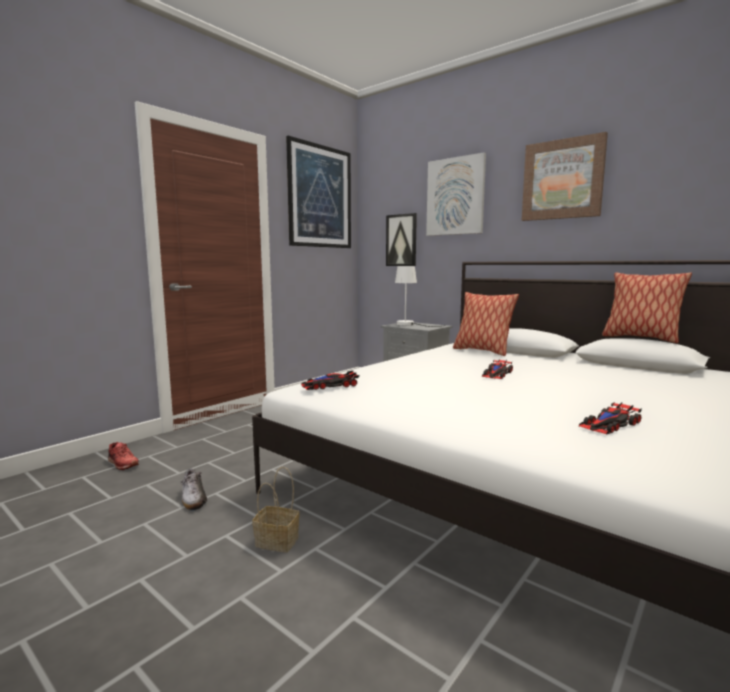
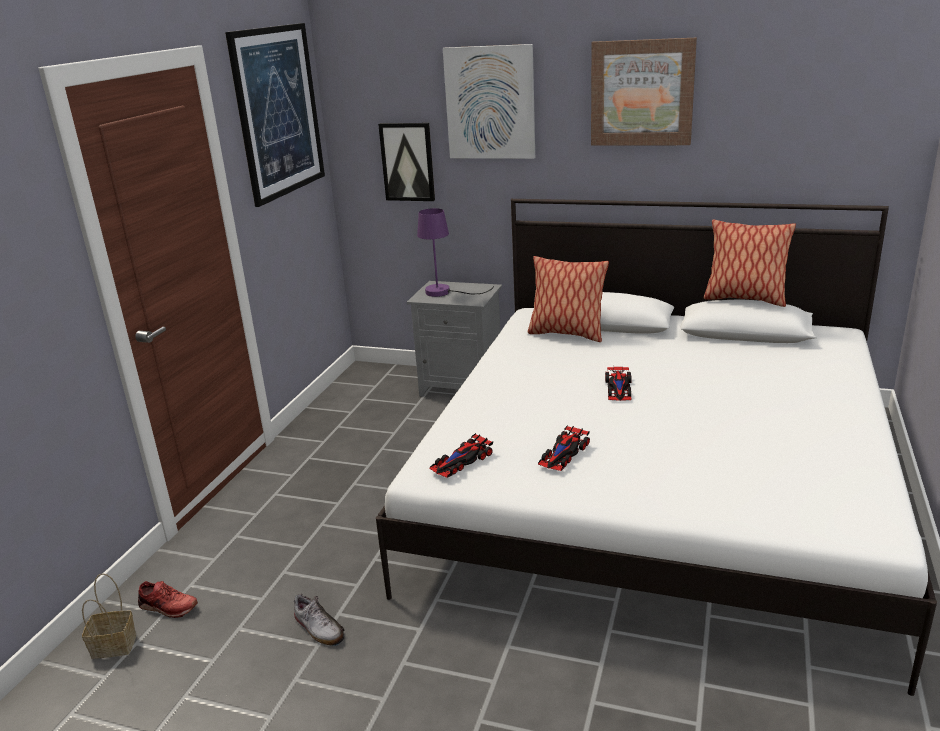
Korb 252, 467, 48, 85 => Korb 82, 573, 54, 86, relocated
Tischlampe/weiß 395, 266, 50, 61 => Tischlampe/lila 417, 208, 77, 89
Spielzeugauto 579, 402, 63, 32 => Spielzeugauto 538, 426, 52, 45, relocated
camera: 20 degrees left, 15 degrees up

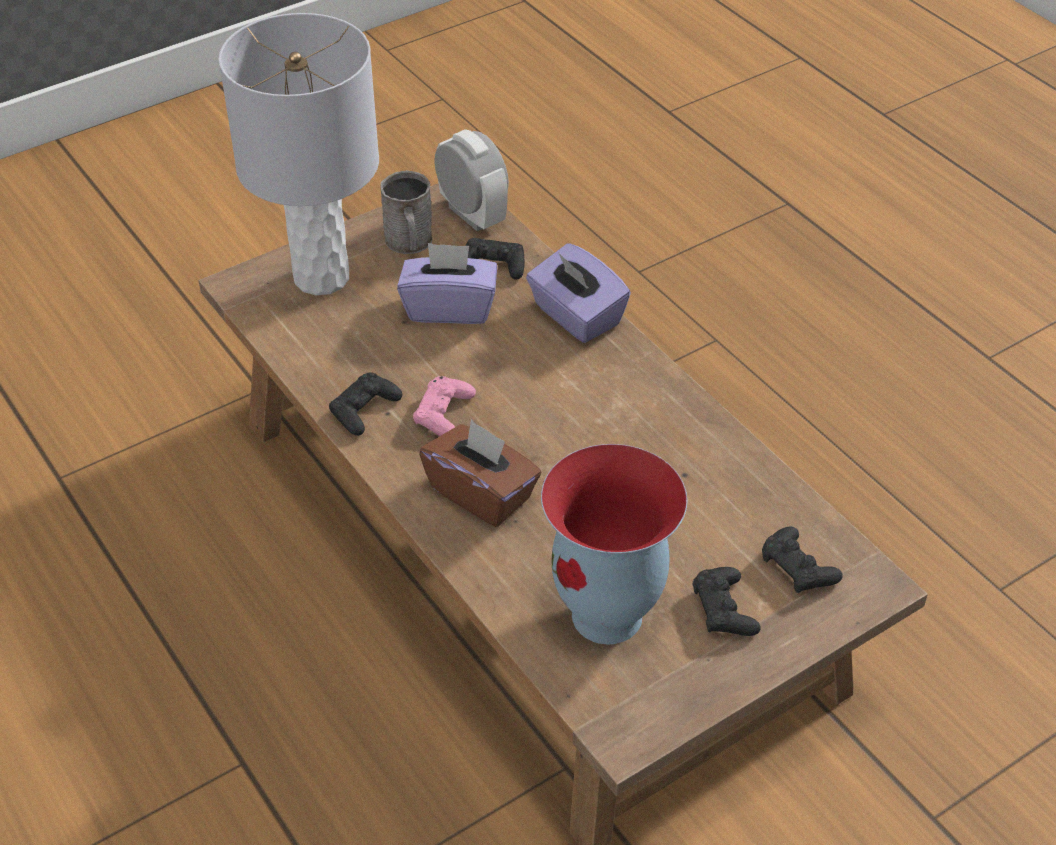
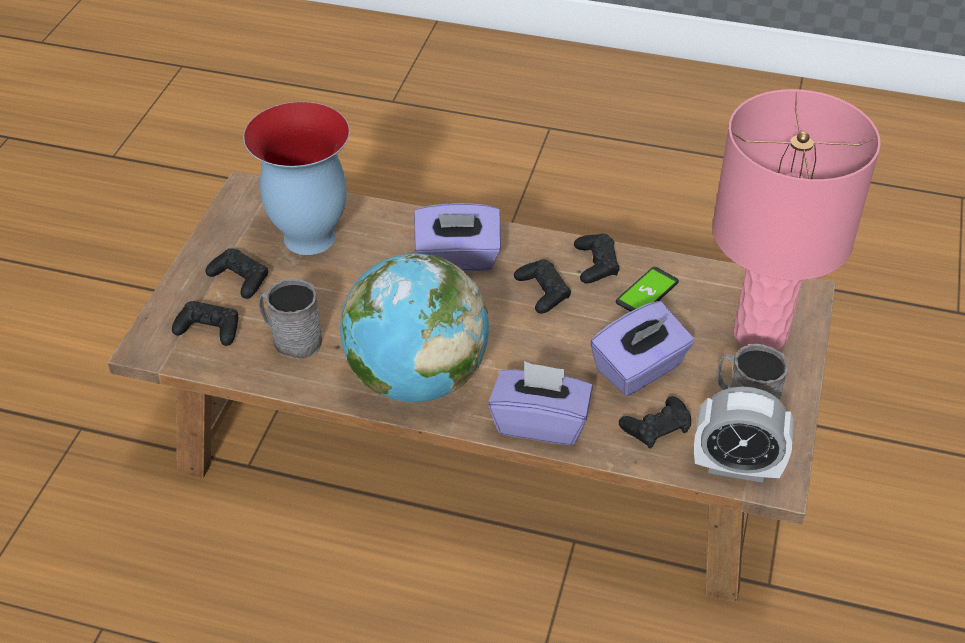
nothing => Henkelbecher/grau 259, 279, 63, 81
nothing => Globus 340, 253, 149, 149
Taschentuchbox/braun 419, 419, 122, 108 => Taschentuchbox/lila 414, 203, 87, 68
Gamepad/rosa 413, 376, 63, 60 => Gamepad/schwarz 514, 259, 57, 55
nothing => Handy 616, 267, 63, 45
Tischlampe/grau 218, 13, 161, 282 => Tischlampe/rosa 712, 89, 169, 262
camera: 140 degrees right, 0 degrees up

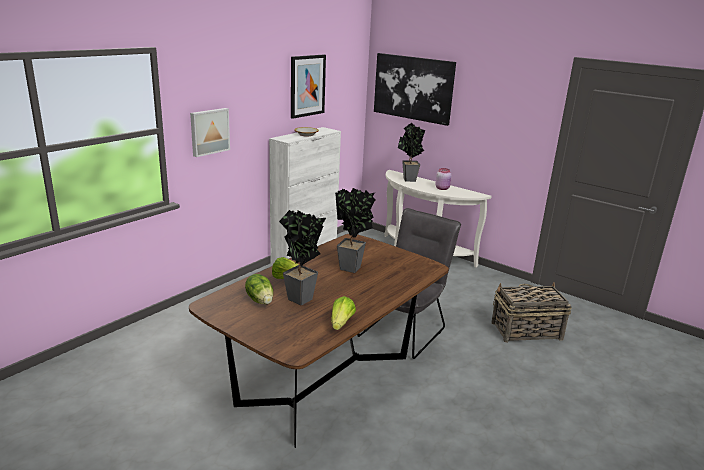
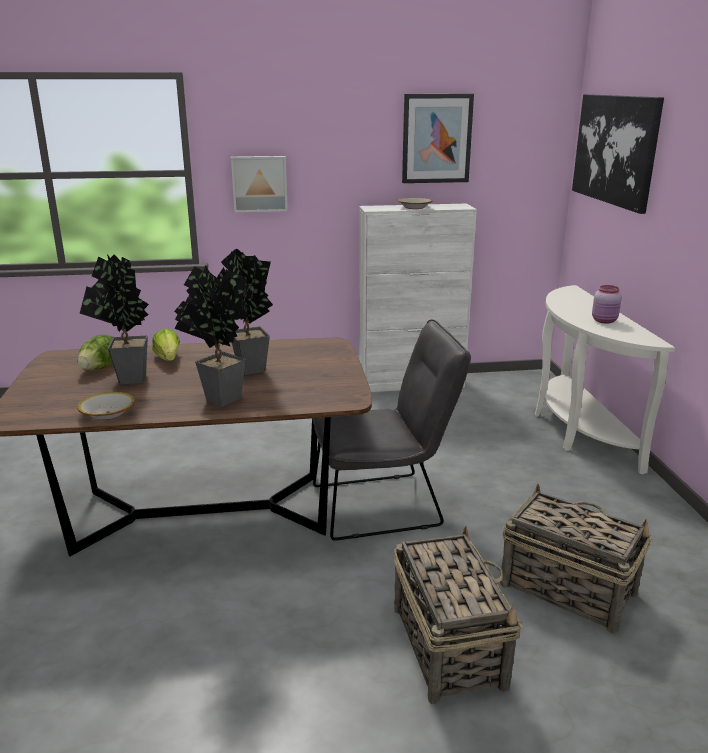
Salatkopf 331, 296, 25, 34 => Schüssel 77, 392, 58, 28
Topfpflanze 398, 123, 28, 59 => Topfpflanze 174, 266, 73, 141, relocated
nothing => Korb 394, 526, 128, 178
camera: 45 degrees right, 0 degrees up

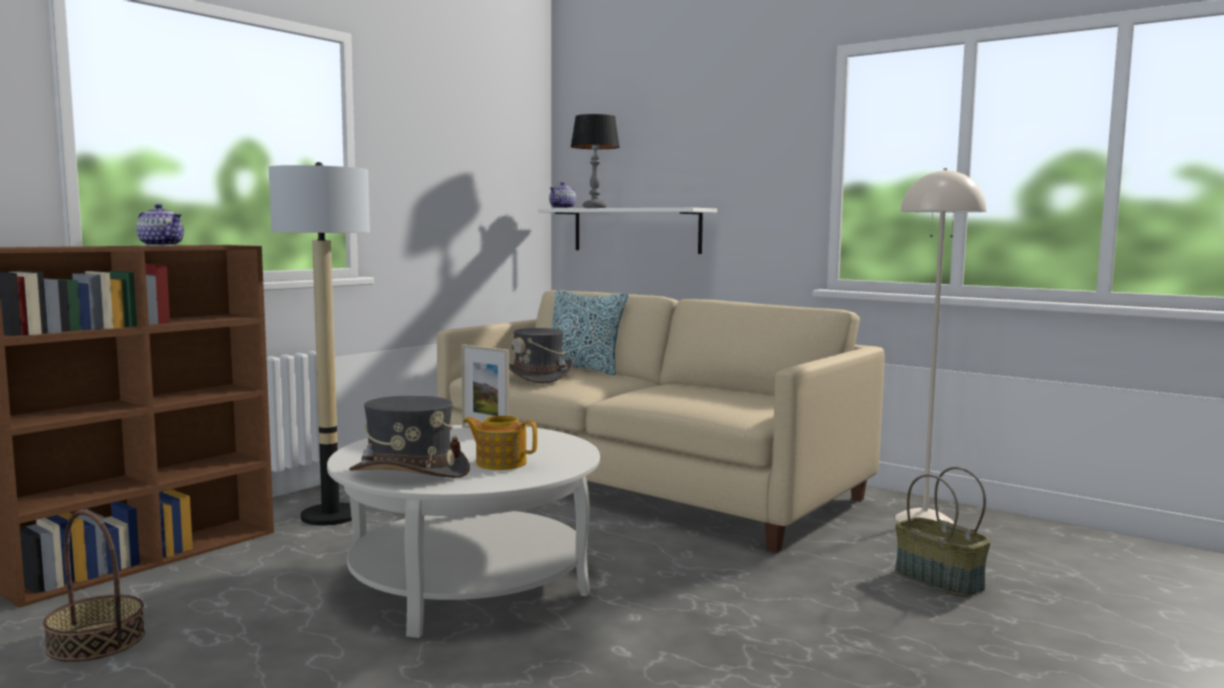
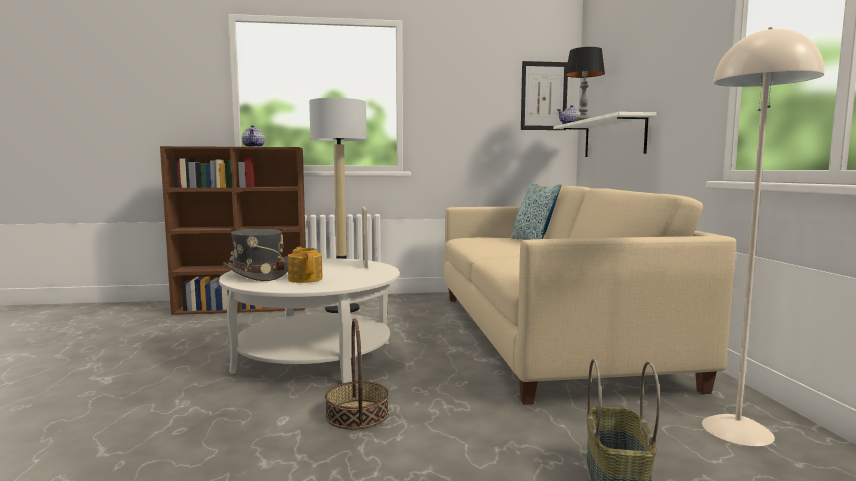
Korb 43, 510, 102, 152 => Korb 325, 318, 64, 111, relocated
nothing => Bild 521, 61, 47, 69
Hut/grau 509, 328, 64, 55 => nothing
camera: 45 degrees right, 0 degrees up

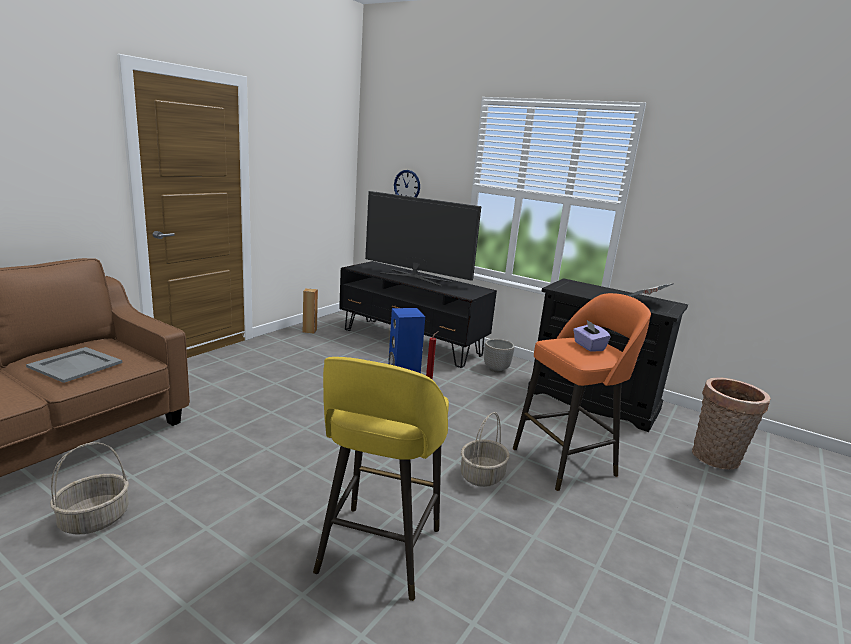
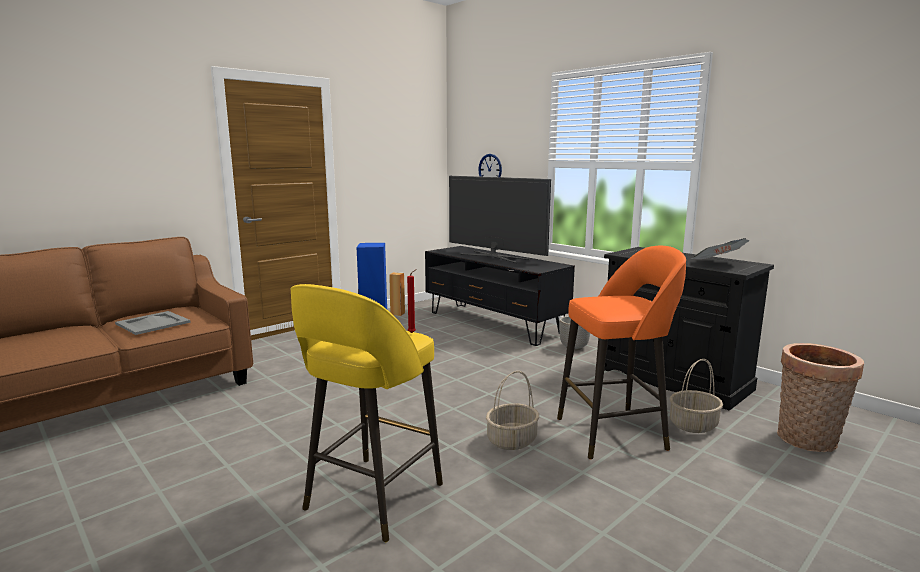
Korb 50, 442, 79, 92 => Korb 670, 359, 53, 74, relocated
Taschentuchbox/lila 573, 320, 38, 32 => nothing
camera: 15 degrees right, 5 degrees down

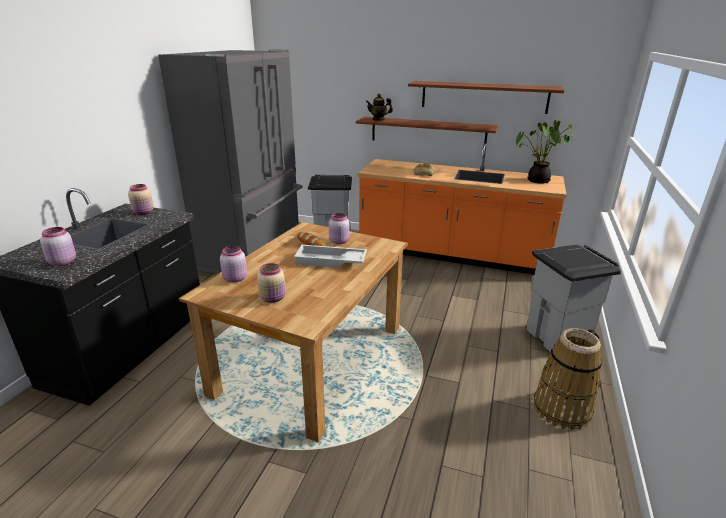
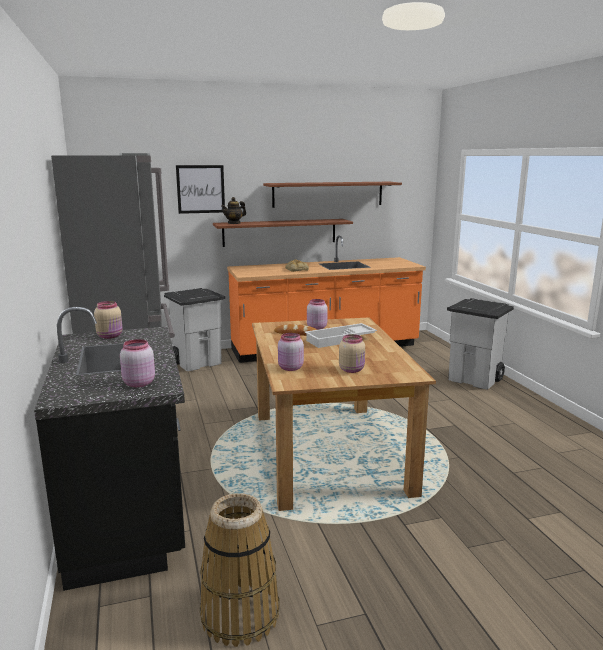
nothing => Bild 176, 165, 49, 49
Korb 534, 328, 68, 102 => Korb 200, 493, 79, 154, relocated
Topfpflanze 516, 120, 58, 64 => nothing
camera: 35 degrees left, 10 degrees down

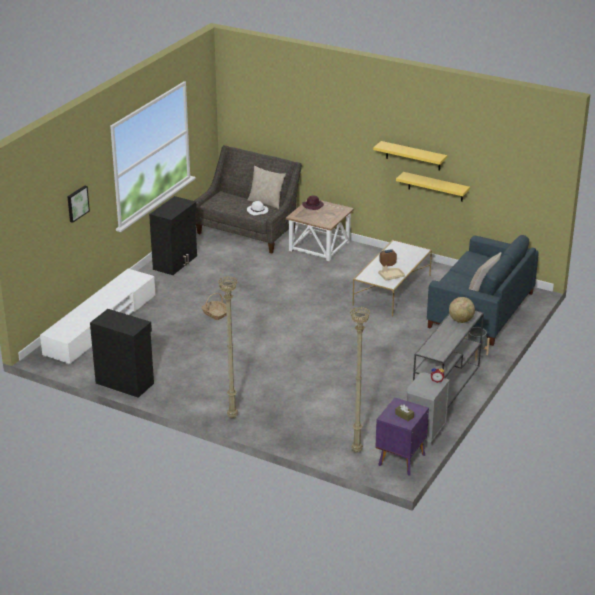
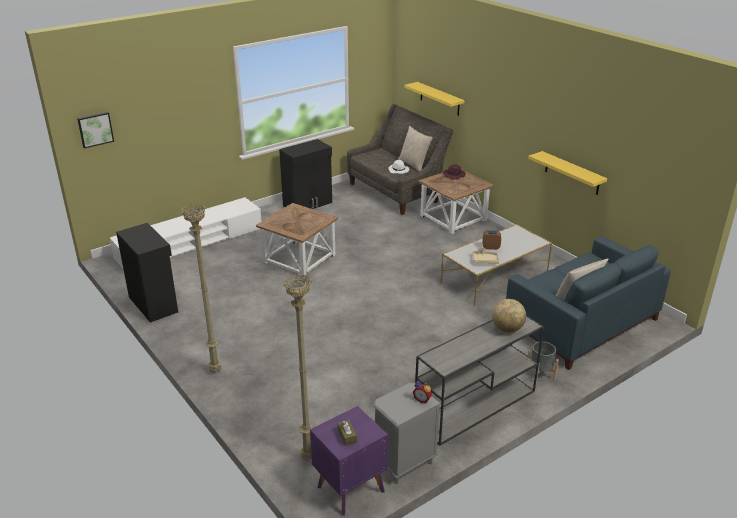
Bild 67, 185, 23, 38 => Bild 77, 112, 37, 37, relocated
Korb 201, 293, 26, 27 => Beistelltisch/braun 256, 203, 82, 75
Wandregal/gelb 373, 141, 74, 30 => Wandregal/gelb 404, 82, 61, 34, relocated
camera: 25 degrees right, 0 degrees up

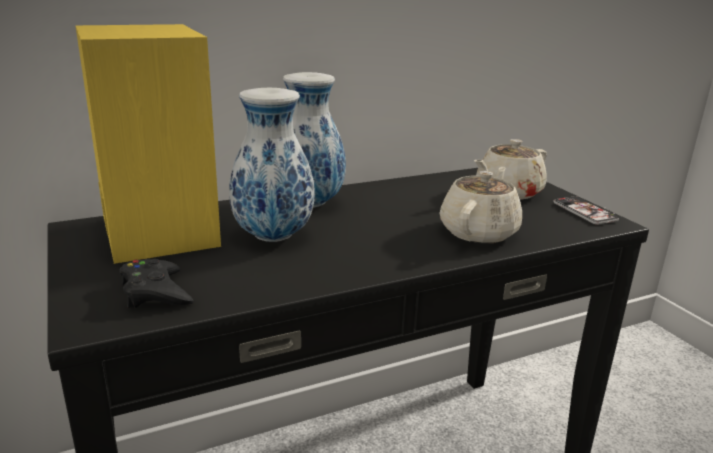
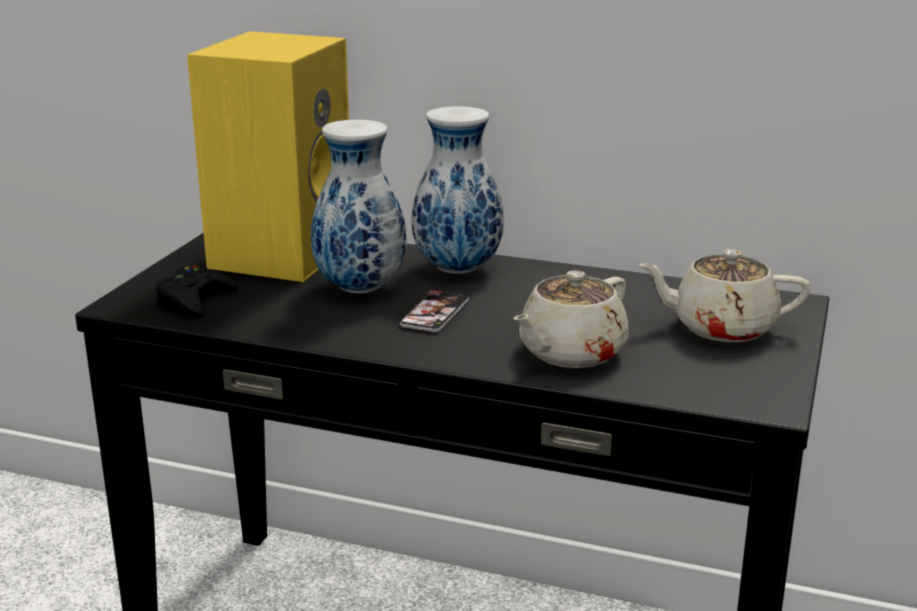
Handy 553, 196, 66, 29 => Handy 400, 290, 69, 42, relocated
Teekanne/beige 440, 167, 82, 76 => Teekanne/beige 514, 270, 115, 98, 150 degrees clockwise
camera: 45 degrees right, 0 degrees up

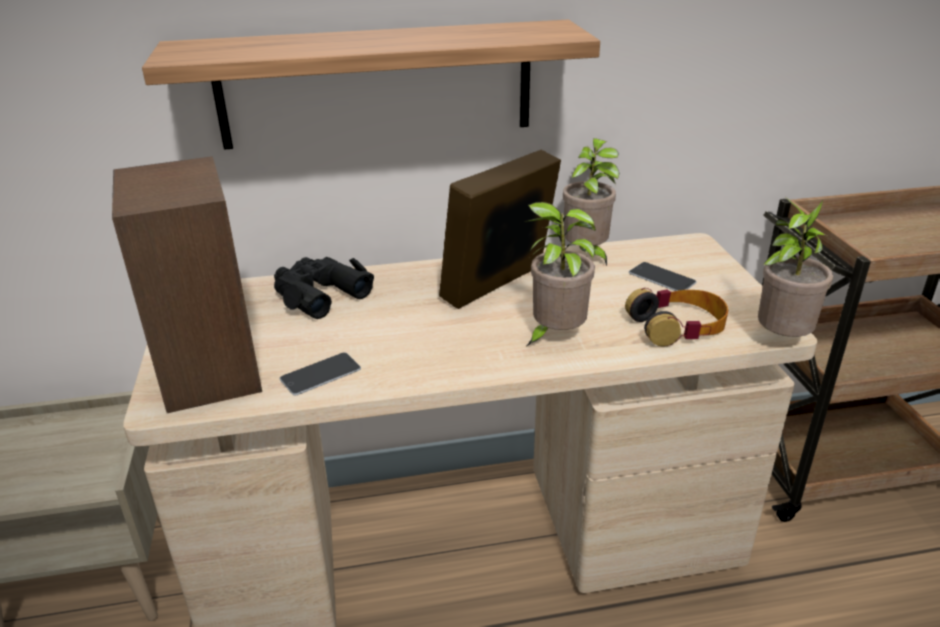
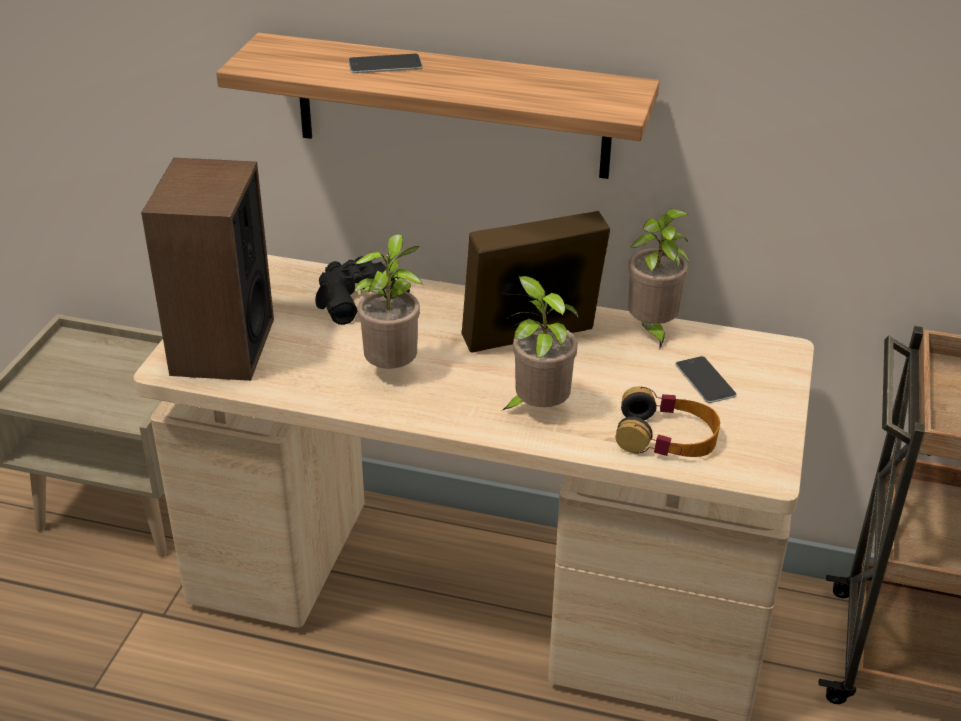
Handy 280, 352, 81, 44 => Handy 348, 54, 75, 19, relocated
Topfpflanze 758, 197, 76, 140 => Topfpflanze 354, 234, 69, 135, relocated
camera: 25 degrees right, 5 degrees up

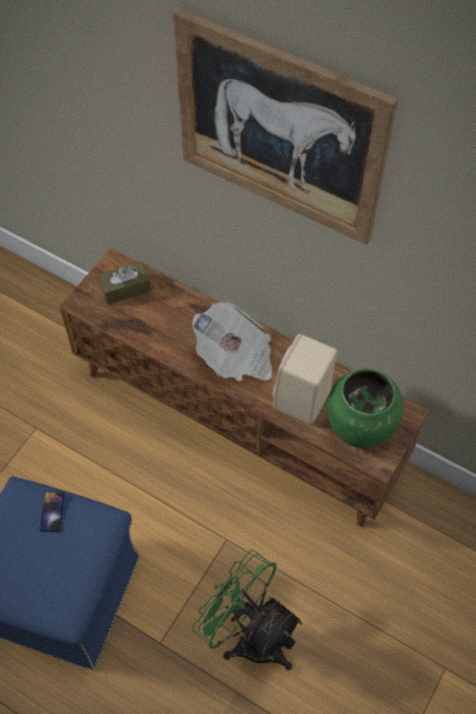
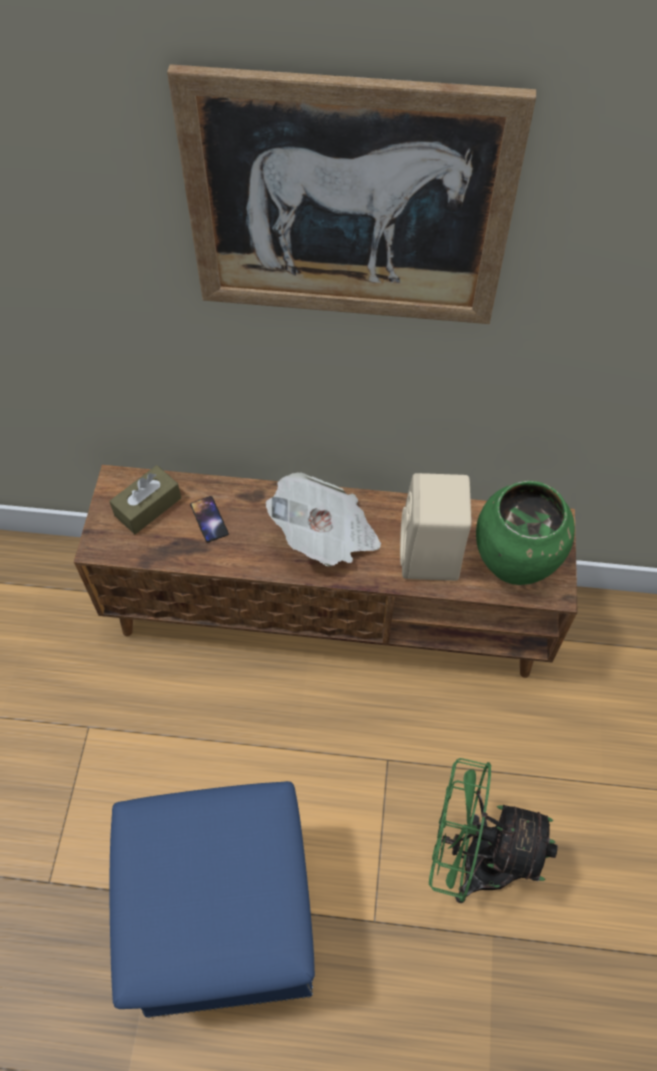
Handy 40, 492, 25, 40 => Handy 190, 496, 39, 46, relocated
camera: 25 degrees left, 0 degrees up

